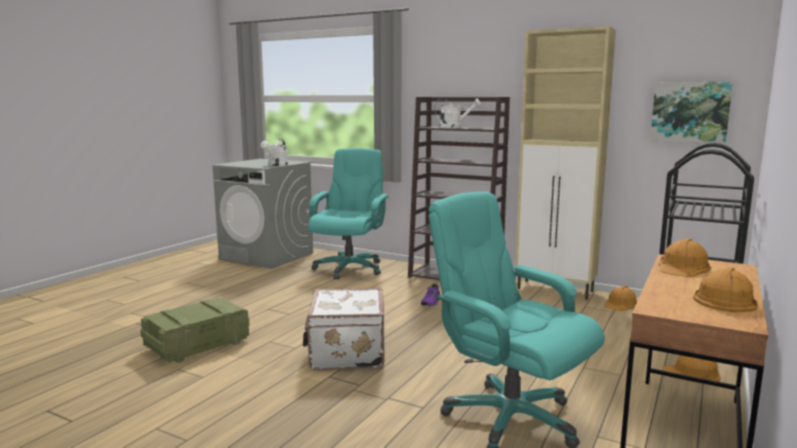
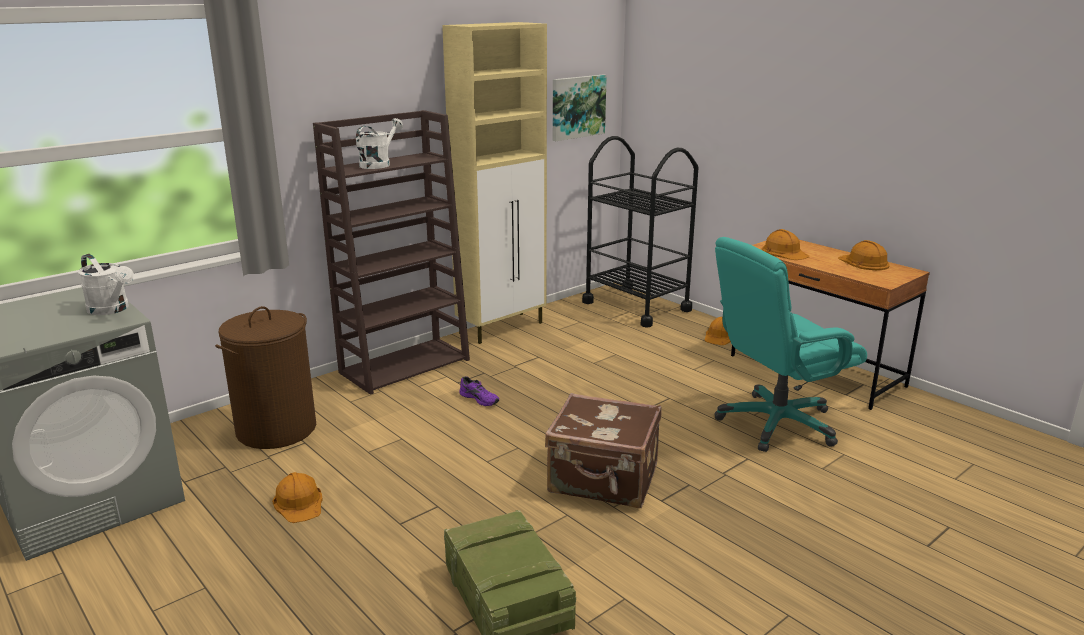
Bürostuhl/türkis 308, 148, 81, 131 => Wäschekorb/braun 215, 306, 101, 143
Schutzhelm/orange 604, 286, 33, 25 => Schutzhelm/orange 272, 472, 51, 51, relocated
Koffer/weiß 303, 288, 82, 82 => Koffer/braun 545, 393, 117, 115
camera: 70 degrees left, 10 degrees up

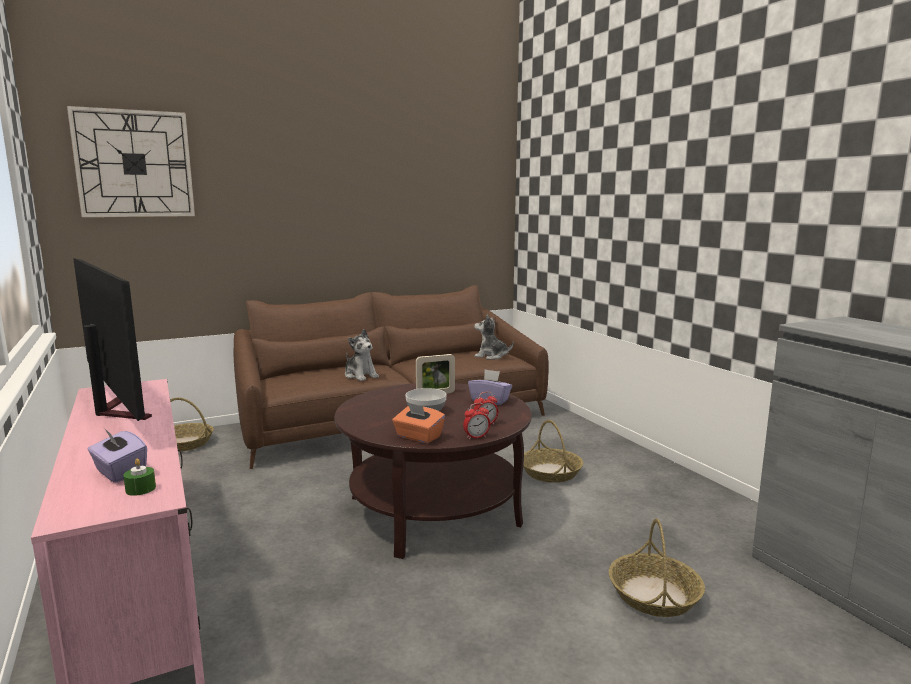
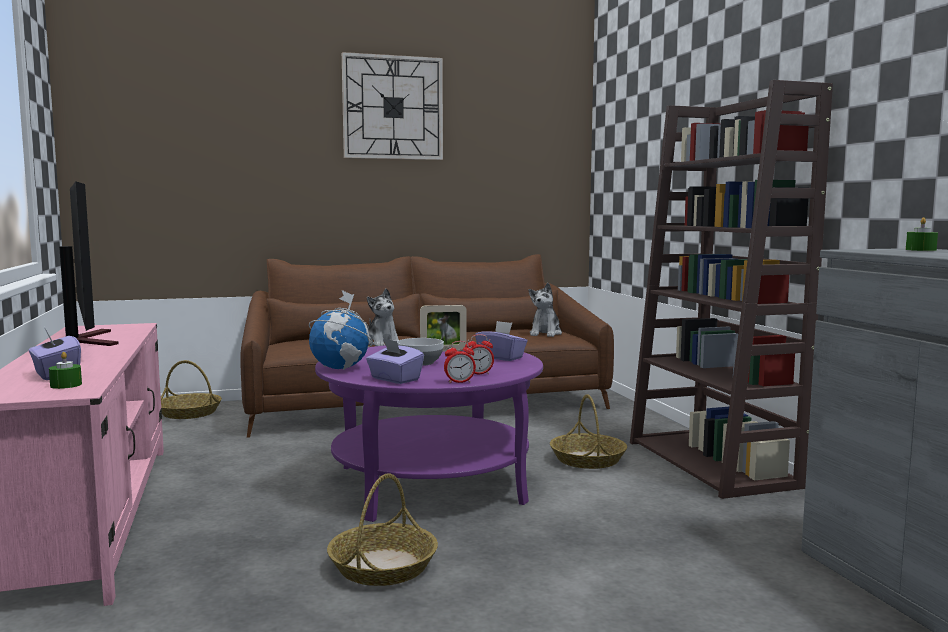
nothing => Globus 309, 290, 64, 80
Couchtisch/braun 335, 383, 197, 176 => Couchtisch/lila 315, 345, 228, 177
Korb 609, 518, 96, 99 => Korb 327, 473, 111, 113, relocated
Wanduhr 67, 106, 128, 111 => Wanduhr 342, 52, 101, 108, relocated
Taschentuchbox/orange 392, 403, 53, 40 => Taschentuchbox/lila 366, 338, 58, 46
Plüschtier 474, 314, 40, 46 => Plüschtier 529, 283, 33, 54, 105 degrees counterclockwise
nothing => Bücherregal/braun 630, 80, 203, 419
nothing => Kerze/grün 906, 217, 32, 34
camera: 10 degrees right, 5 degrees down

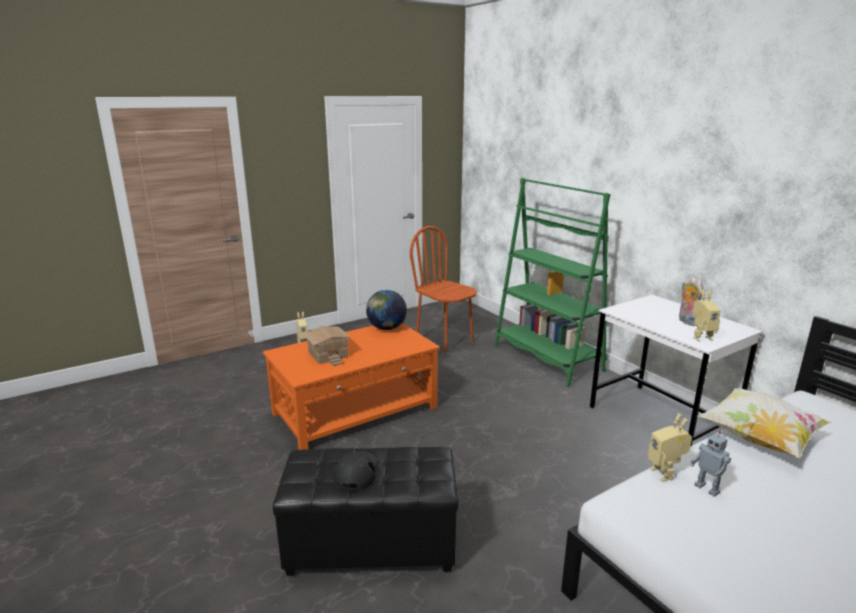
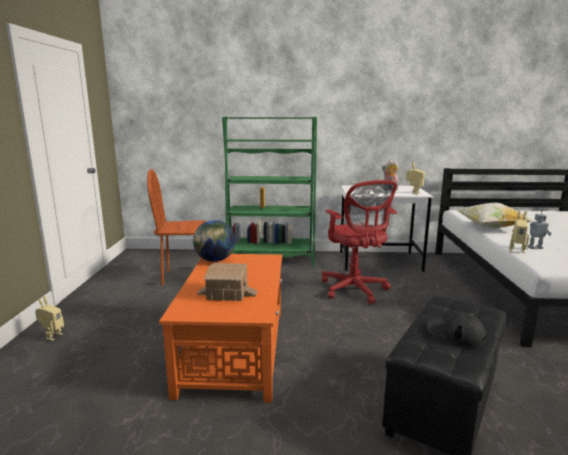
nothing => Bürostuhl/rot 322, 180, 75, 124
camera: 55 degrees left, 5 degrees down

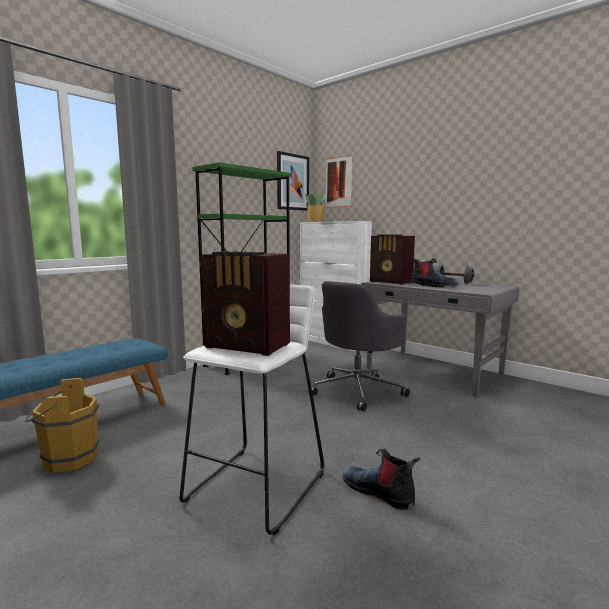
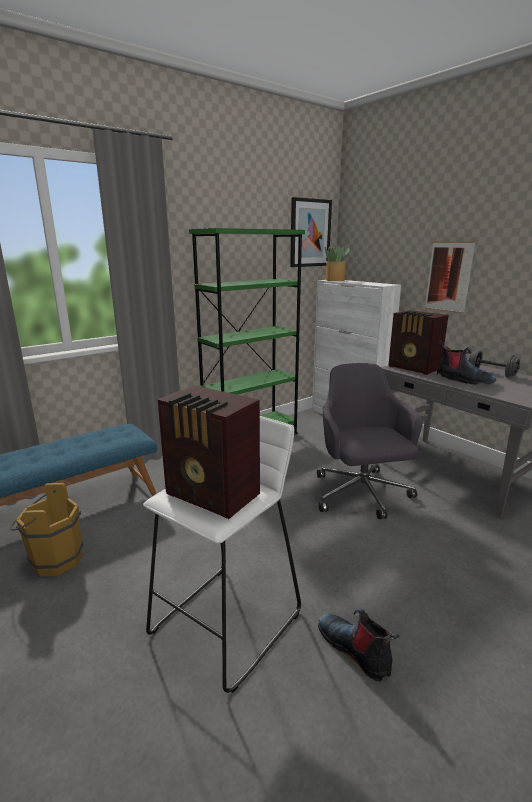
Bürostuhl/grau 308, 281, 102, 130 => Bürostuhl/grau 317, 363, 106, 156, 120 degrees clockwise
Bild 326, 155, 26, 53 => Bild 425, 242, 51, 72, relocated
camera: 10 degrees right, 10 degrees up

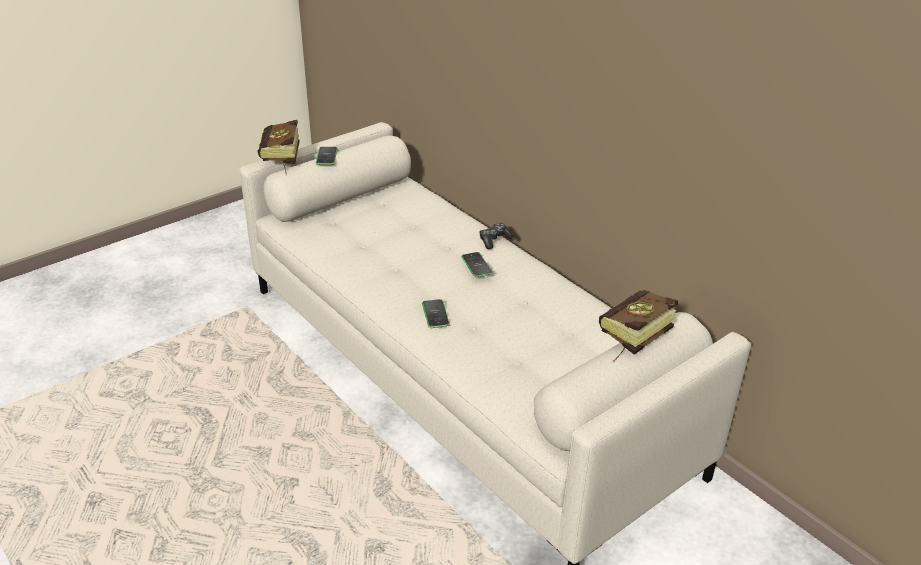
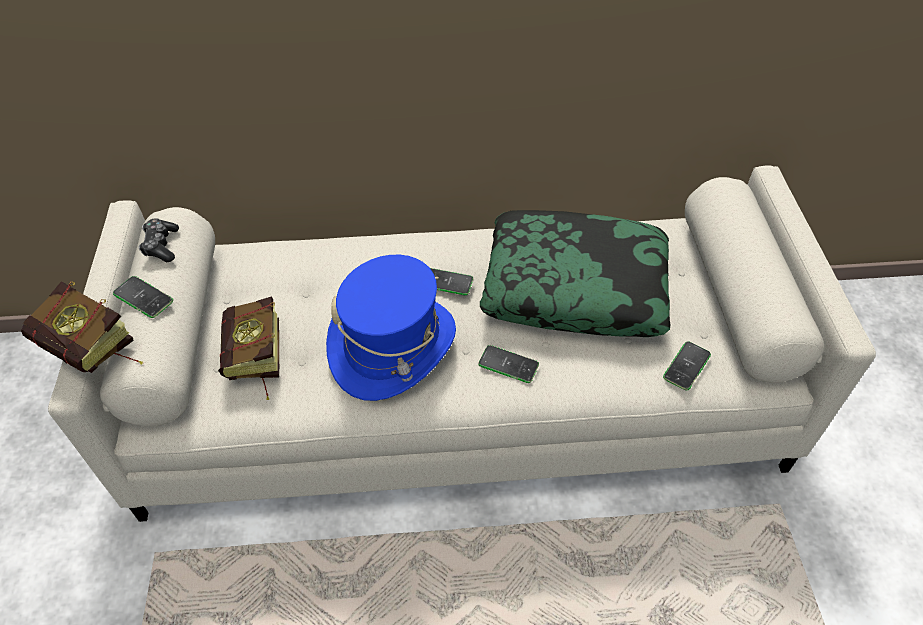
Gamepad 479, 223, 35, 26 => Gamepad 138, 218, 41, 44, relocated
Buch 599, 290, 79, 72 => Buch 218, 296, 61, 104, relocated
nothing => Hut/blau 326, 255, 130, 146
nothing => Kissen 480, 210, 191, 127
nothing => Handy 663, 341, 48, 50
camera: 55 degrees left, 15 degrees up

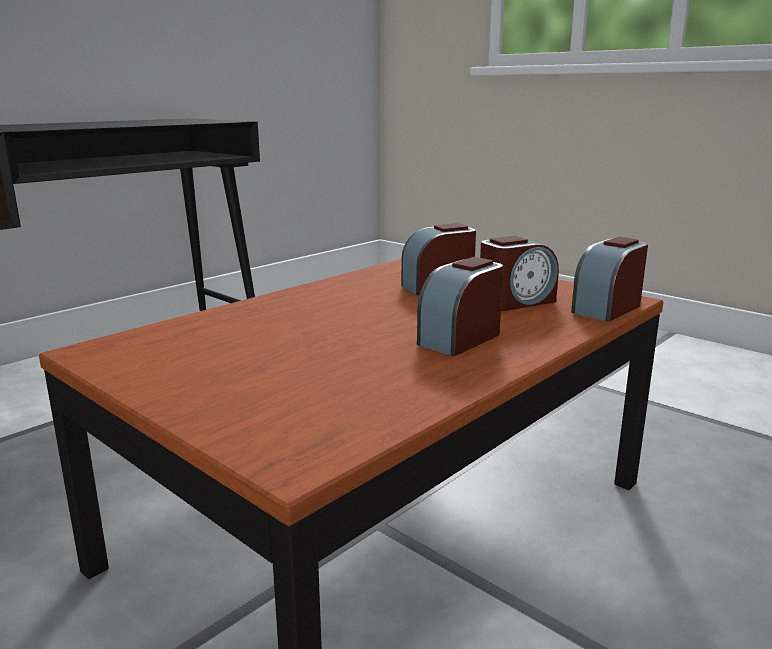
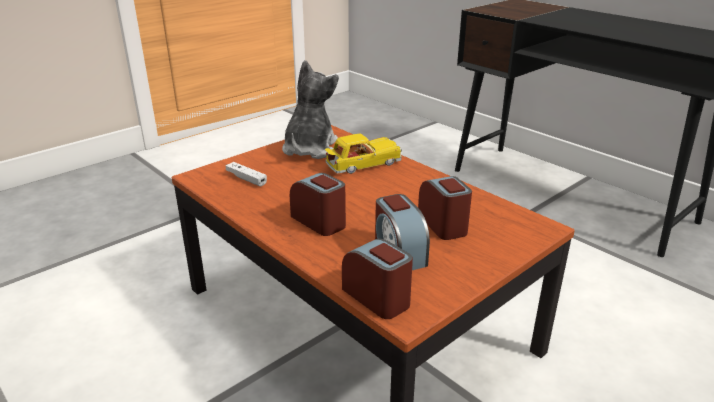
nothing => Gamepad/weiß 226, 162, 41, 24
nothing => Plüschtier 282, 60, 57, 99
nothing => Spielzeugauto 325, 134, 77, 40
camera: 95 degrees right, 10 degrees up

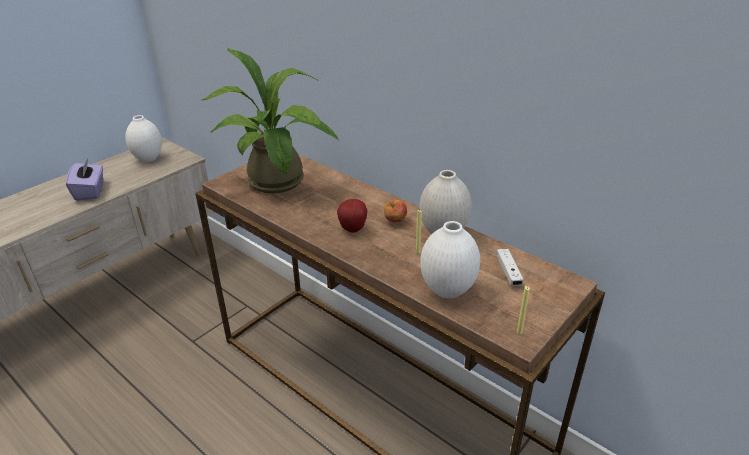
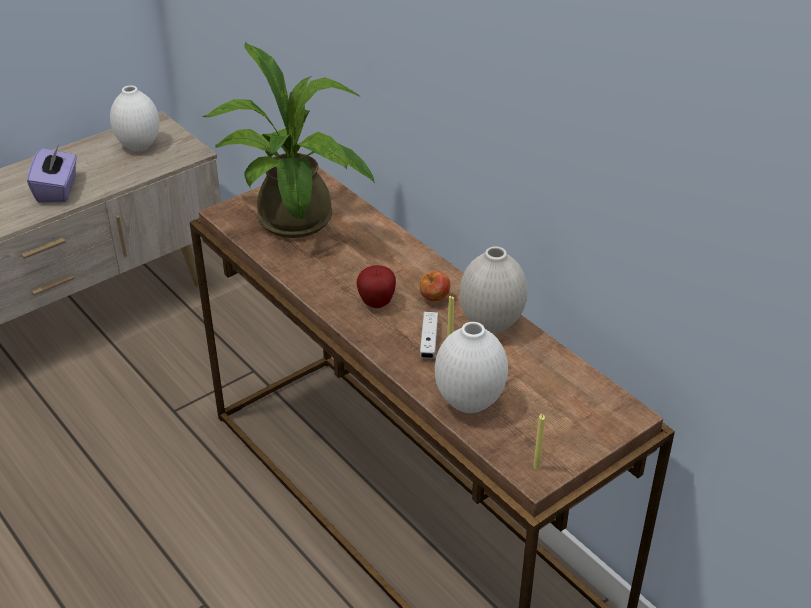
Gamepad/weiß 497, 249, 27, 37 => Gamepad/weiß 420, 312, 18, 47, relocated
camera: 10 degrees right, 5 degrees up

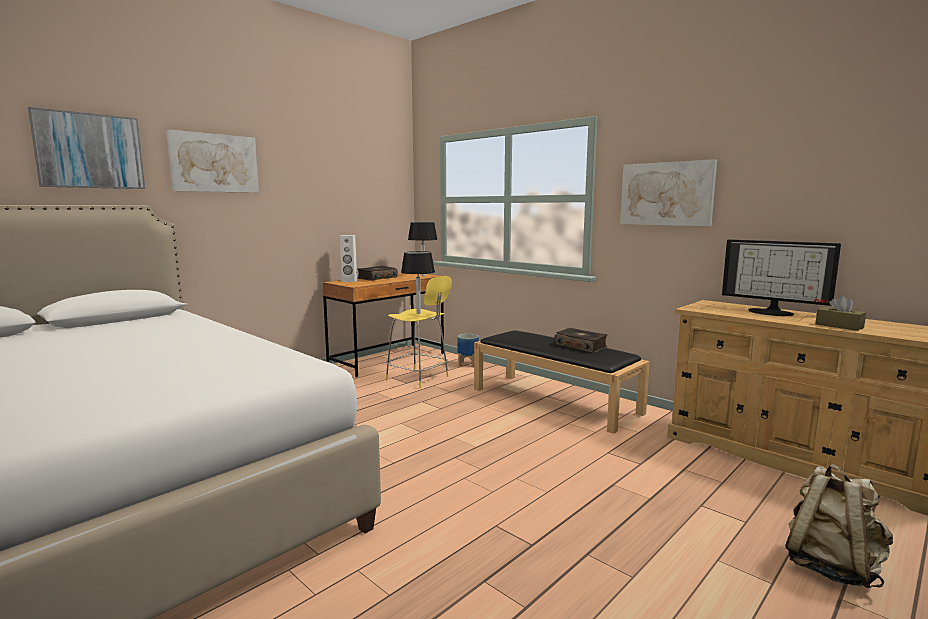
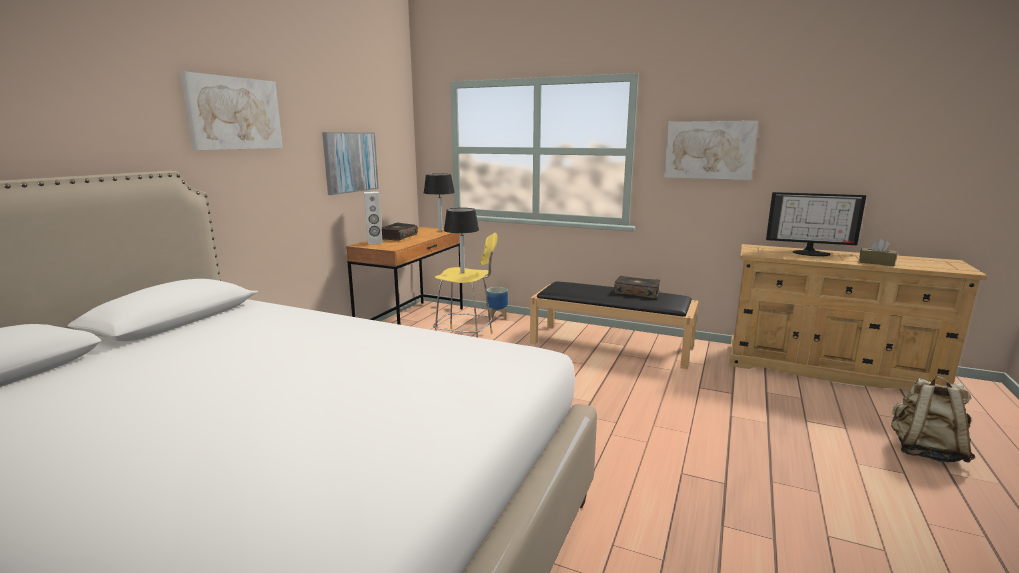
Bild 28, 107, 117, 82 => Bild 322, 132, 57, 63, relocated
camera: 20 degrees left, 5 degrees up

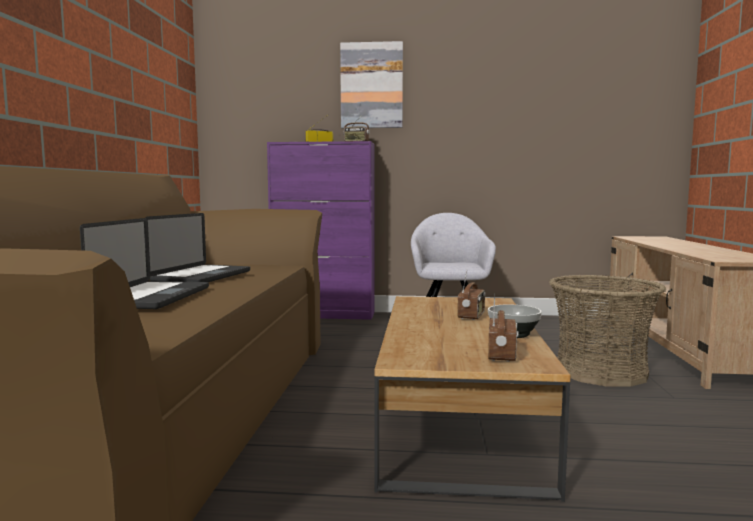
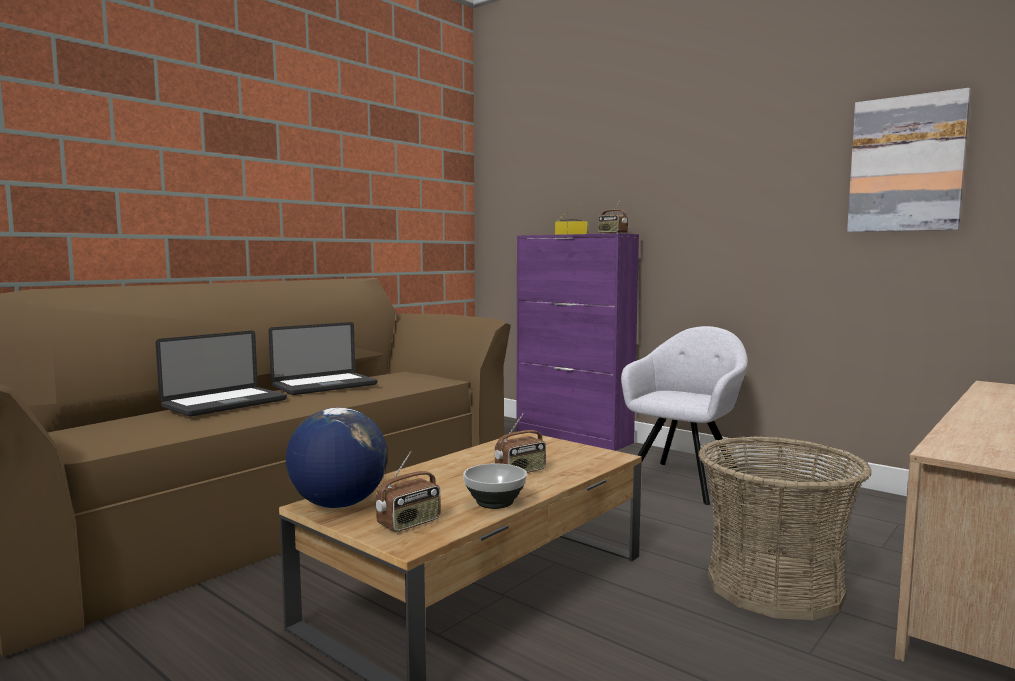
nothing => Globus 286, 407, 102, 101
Bild 340, 41, 63, 87 => Bild 847, 88, 124, 144, relocated
camera: 35 degrees right, 0 degrees up

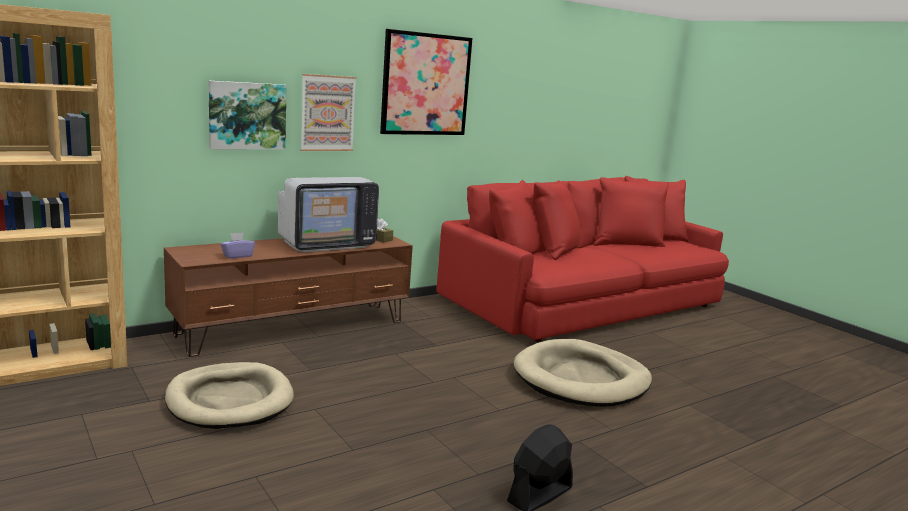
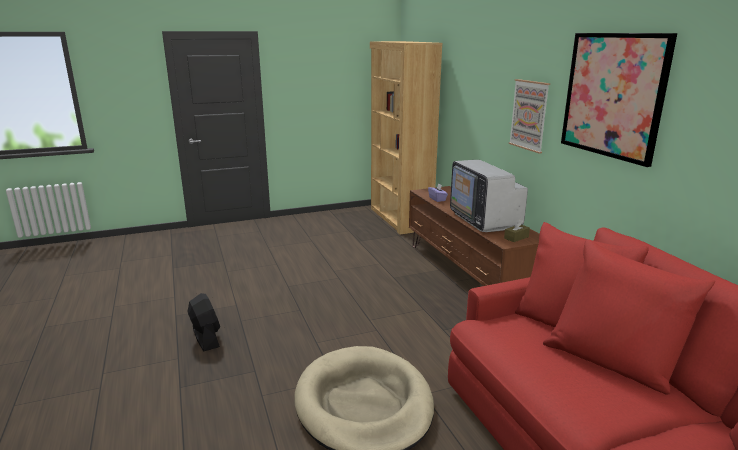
Hundebett/beige 165, 362, 129, 67 => nothing
Bild 209, 81, 78, 68 => nothing
camera: 105 degrees right, 5 degrees up

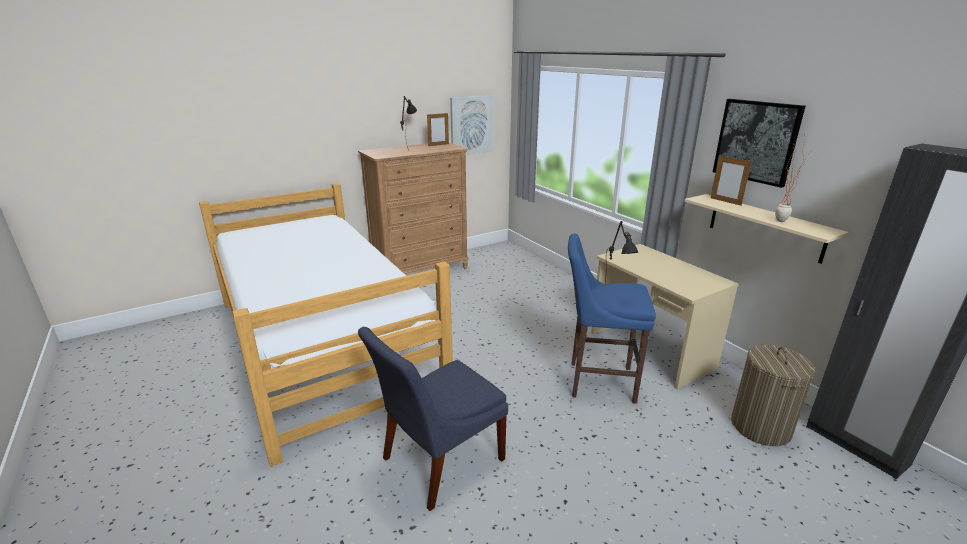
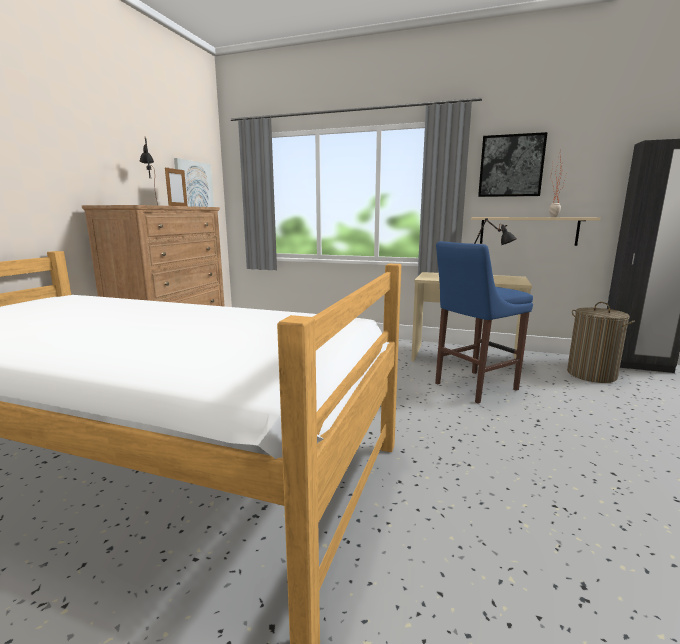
Stuhl/blau 358, 327, 150, 184 => nothing
Bilderrahmen 711, 156, 41, 50 => nothing
camera: 40 degrees left, 10 degrees down

